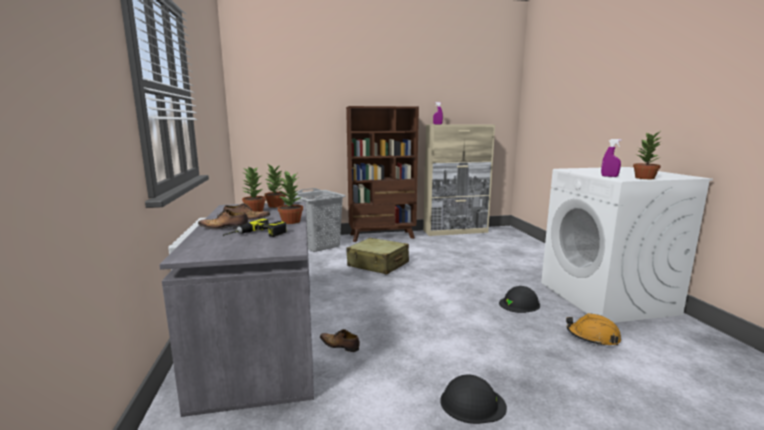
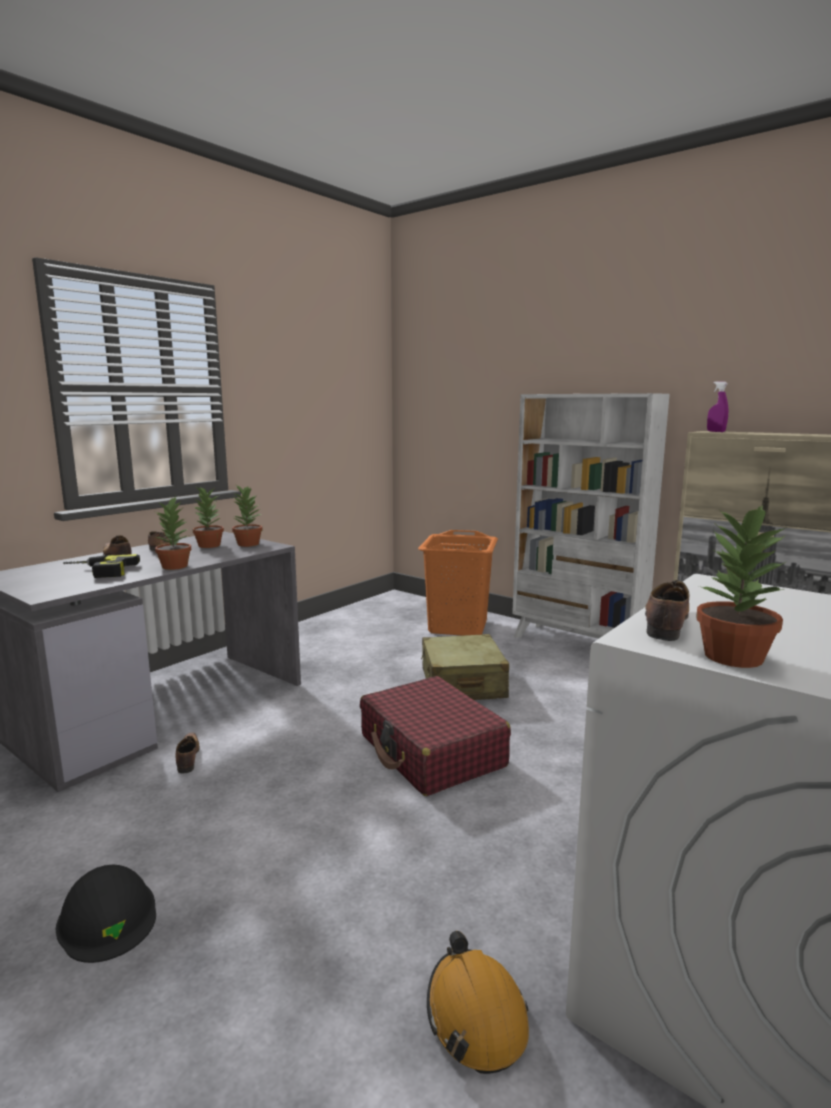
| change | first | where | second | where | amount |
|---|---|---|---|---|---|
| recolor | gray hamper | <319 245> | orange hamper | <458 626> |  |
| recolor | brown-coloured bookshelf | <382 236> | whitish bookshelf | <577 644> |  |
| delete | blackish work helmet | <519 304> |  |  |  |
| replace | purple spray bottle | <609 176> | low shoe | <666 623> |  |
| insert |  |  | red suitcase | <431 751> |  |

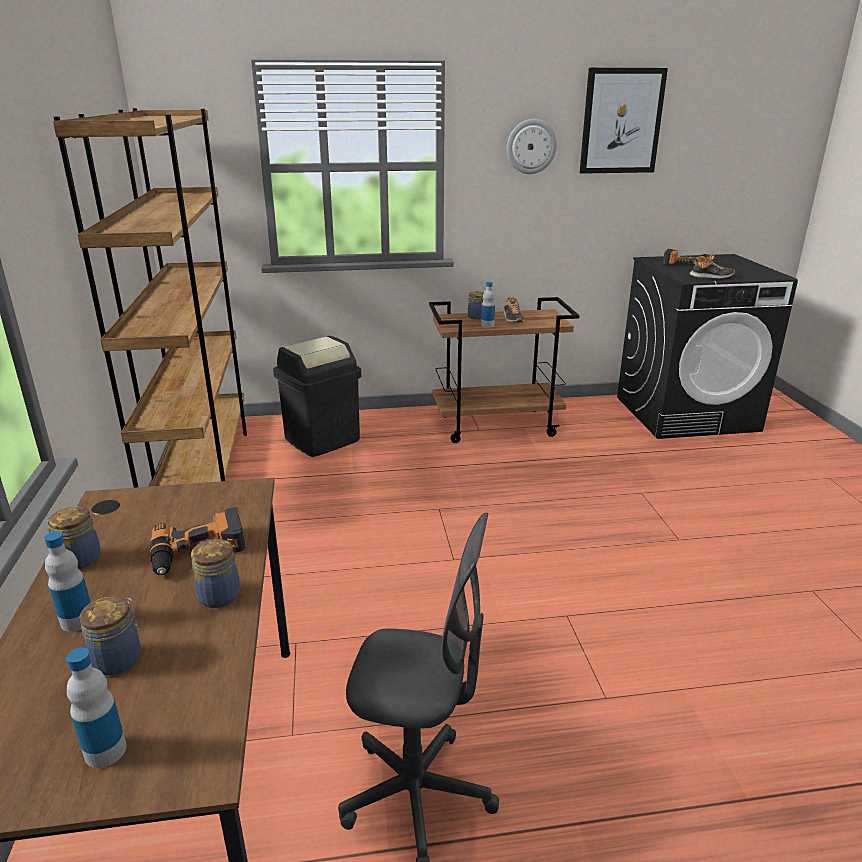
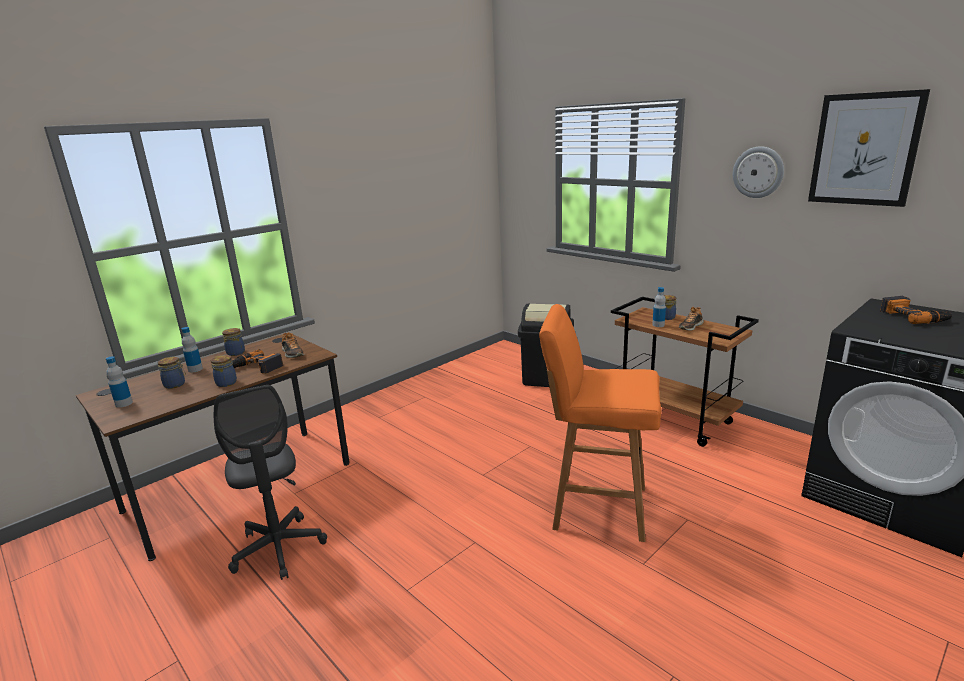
| change | first | where | second | where | amount |
|---|---|---|---|---|---|
| delete | brown-coloured bookshelf | <203 473> |  |  |  |
| move | low shoe | <711 277> |  | <292 353> |  |
| insert |  |  | orange sitting stool | <597 507> |  |

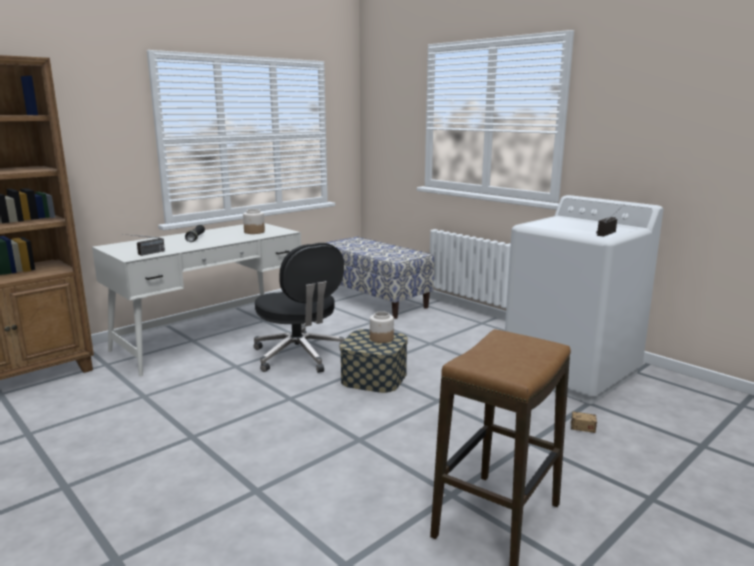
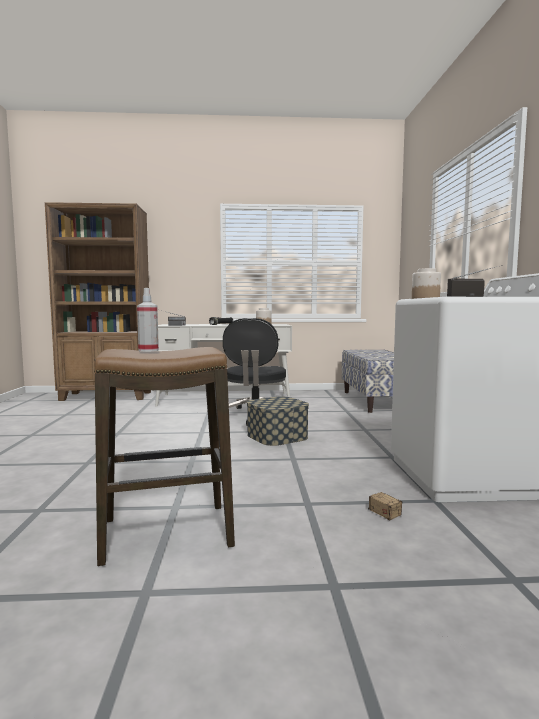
| change | first | where | second | where | amount |
|---|---|---|---|---|---|
| move | jar | <381 338> |  | <425 298> |  |
| insert |  |  | spray bottle | <148 350> |  |

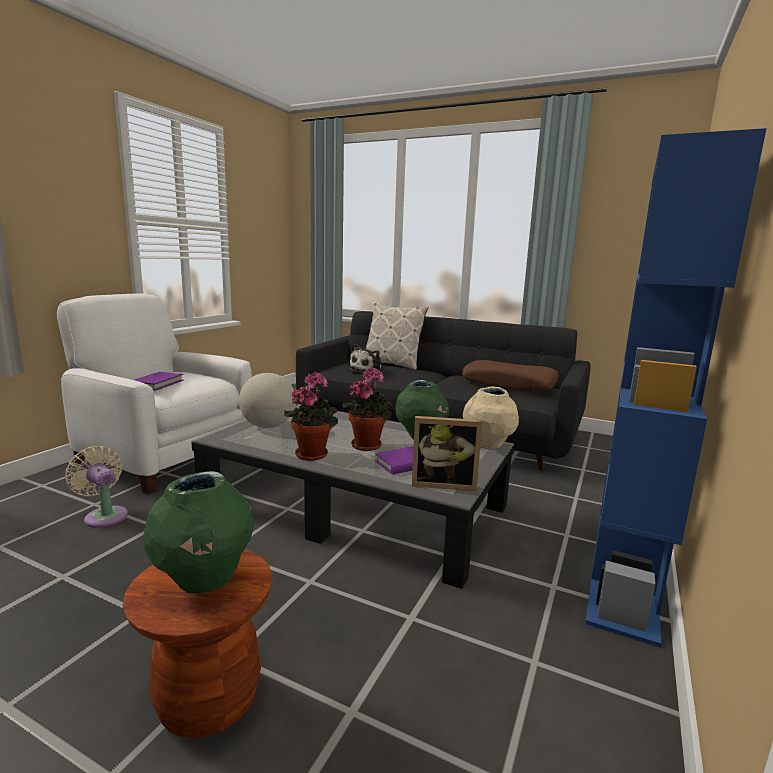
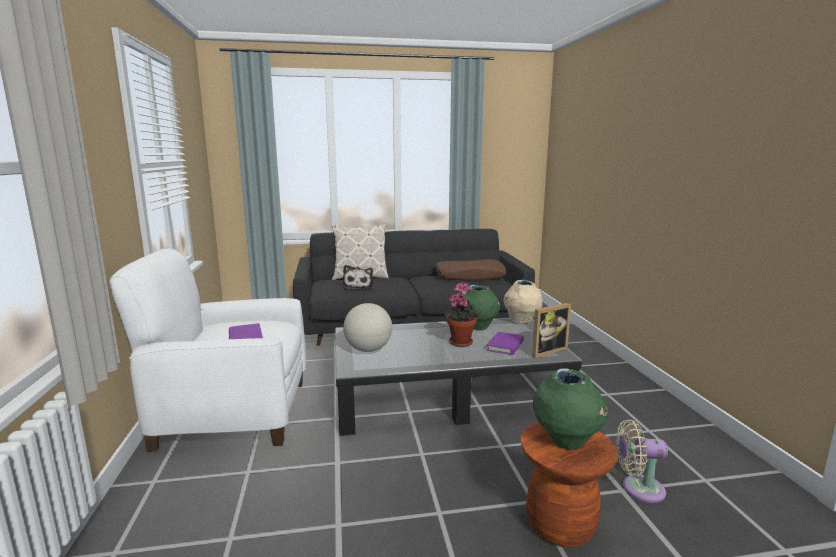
| change | first | where | second | where | amount |
|---|---|---|---|---|---|
| move | beige-coloured fan | <104 515> |  | <638 488> |  |
| delete | plant in a pot | <313 454> |  |  |  |
| delete | bluish bookshelf | <625 570> |  |  |  |

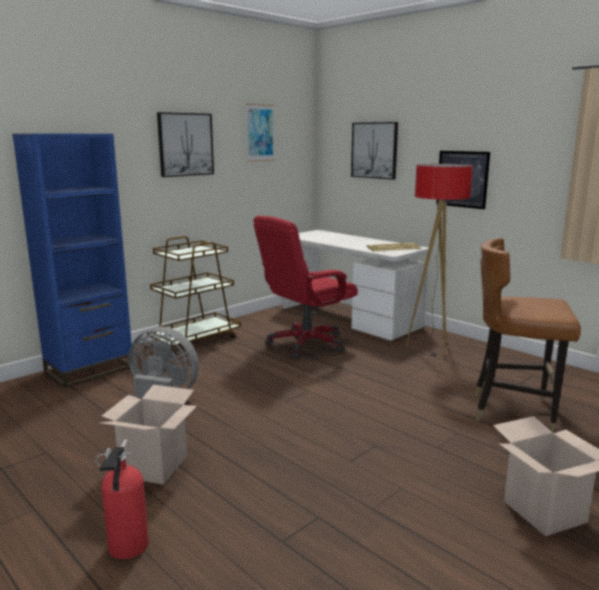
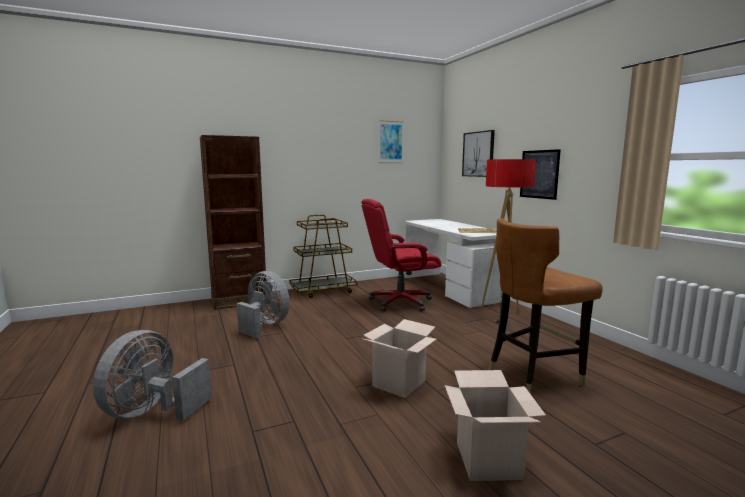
| change | first | where | second | where | amount |
|---|---|---|---|---|---|
| recolor | bluish bookshelf | <89 369> | brown-coloured bookshelf | <239 301> |  |
| replace | fire-fighting cylinder | <127 548> | gray fan | <152 412> |  |
| move | packing box | <154 466> |  | <399 383> |  |
| delete | wall art | <185 144> |  |  |  |
| rotate | brown-coloured plain chair | <514 412> |  | <533 375> | 60 degrees counterclockwise |

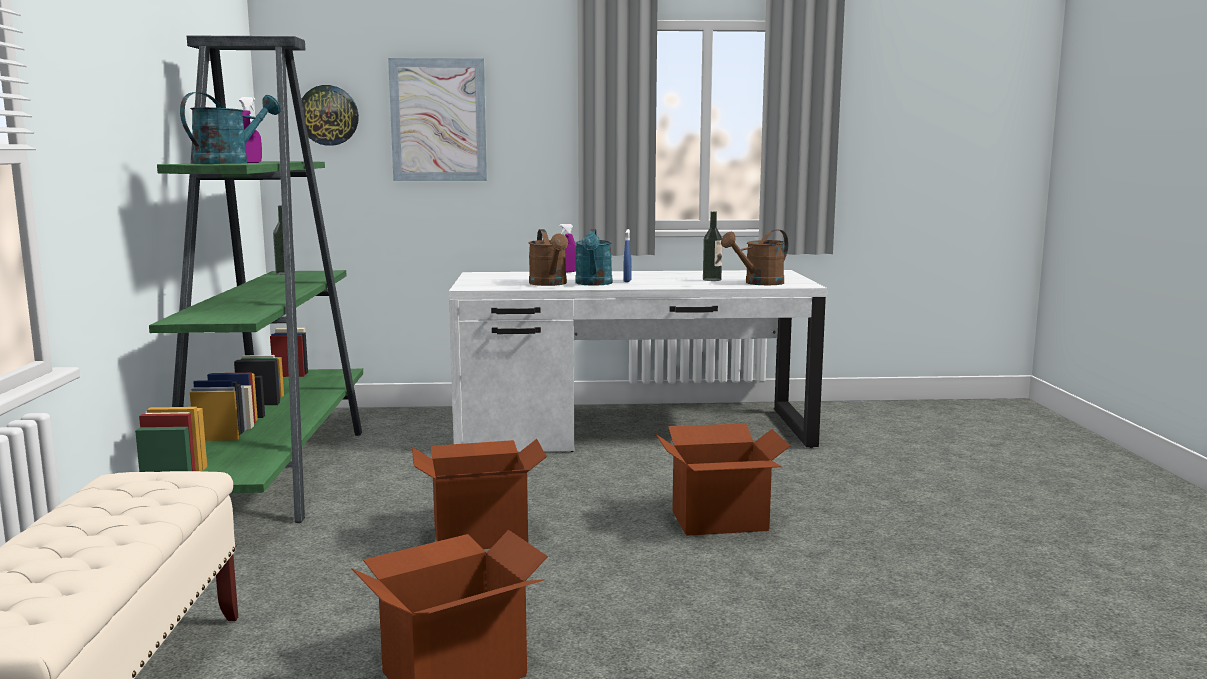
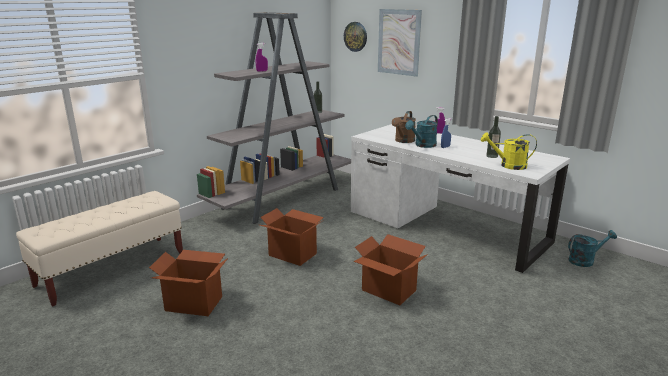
| change | first | where | second | where | amount |
|---|---|---|---|---|---|
| recolor | green-coloured bookshelf | <277 471> | gray bookshelf | <283 198> |  |
| move | turquoise-coloured watering pot | <229 163> |  | <585 260> |  |
| recolor | brown-coloured watering pot | <759 283> | yellowish watering pot | <508 165> |  |

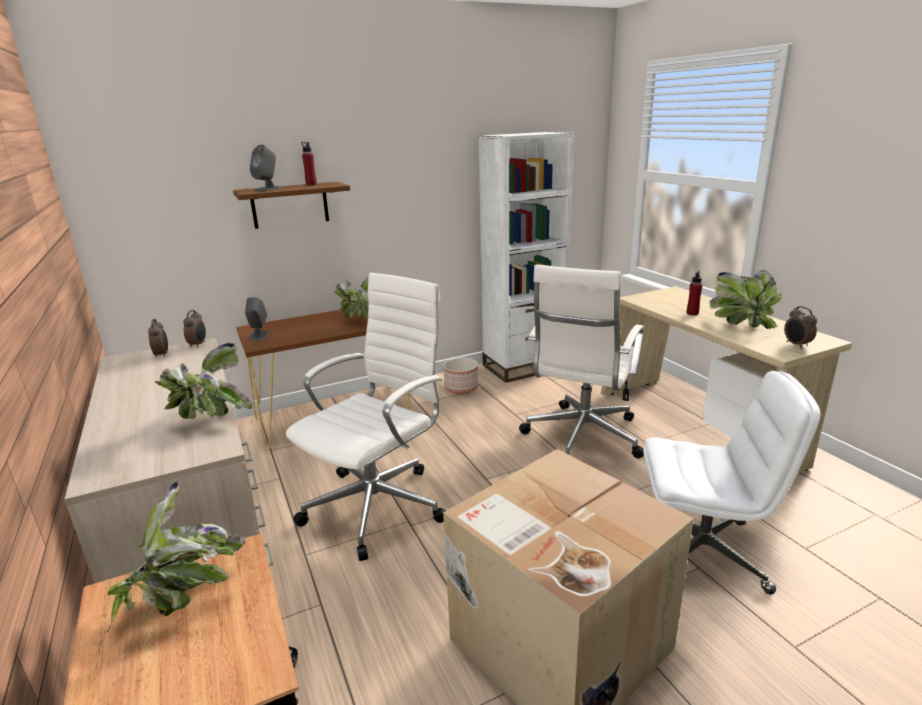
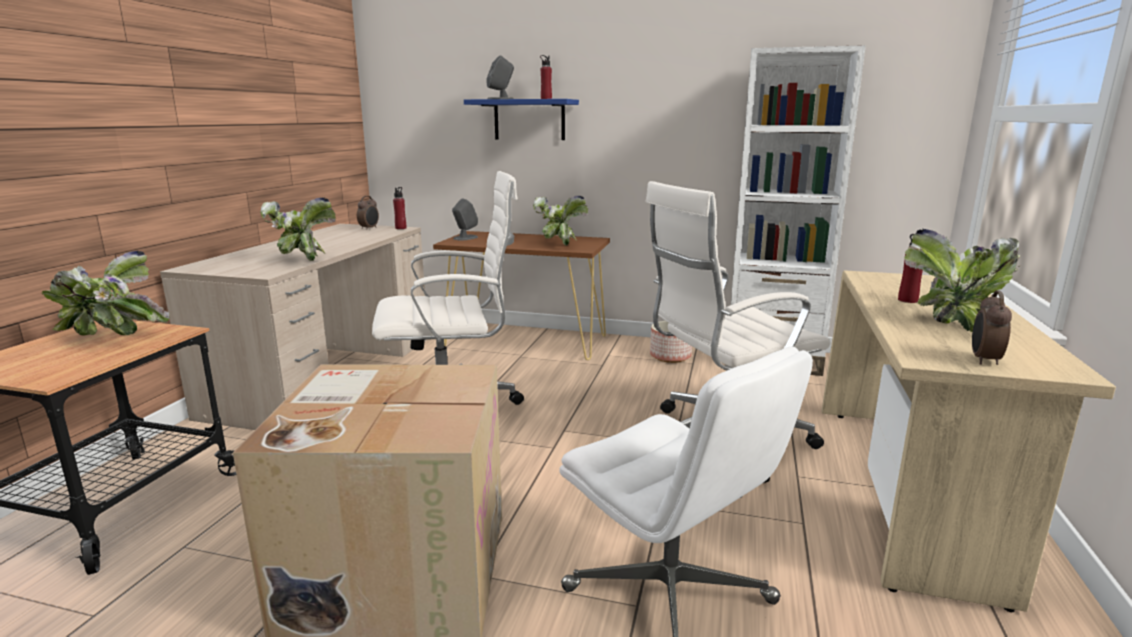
| change | first | where | second | where | amount |
|---|---|---|---|---|---|
| replace | table clock | <198 345> | red drink bottle | <401 228> |  |
| recolor | brown-coloured wall shelf | <290 205> | bluish wall shelf | <529 120> |  |

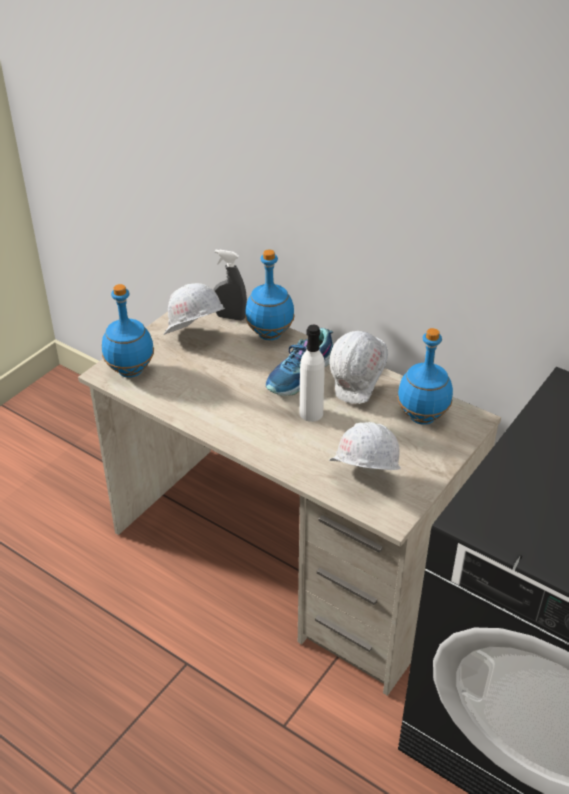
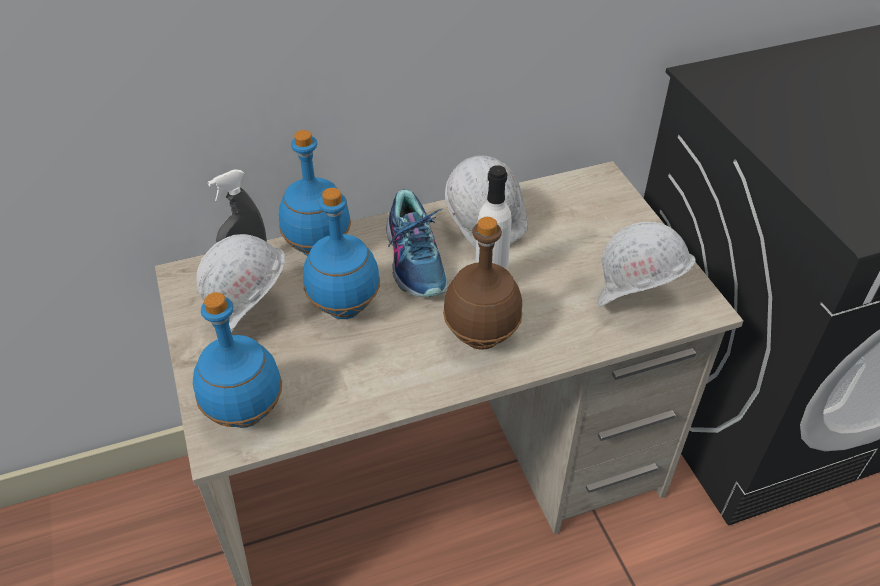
| change | first | where | second | where | amount |
|---|---|---|---|---|---|
| move | bluish drink bottle | <423 417> |  | <345 307> |  |
| insert |  |  | brown-coloured drink bottle | <481 336> |  |

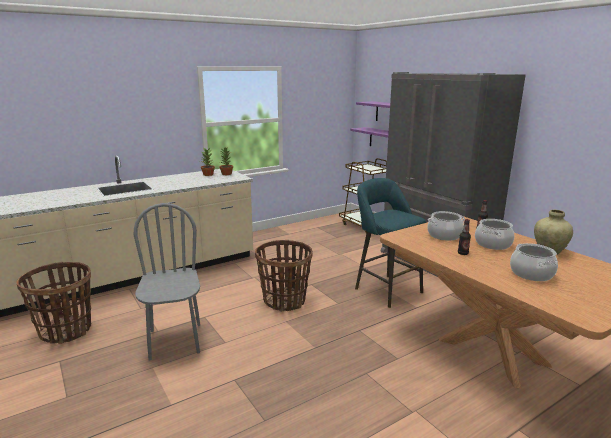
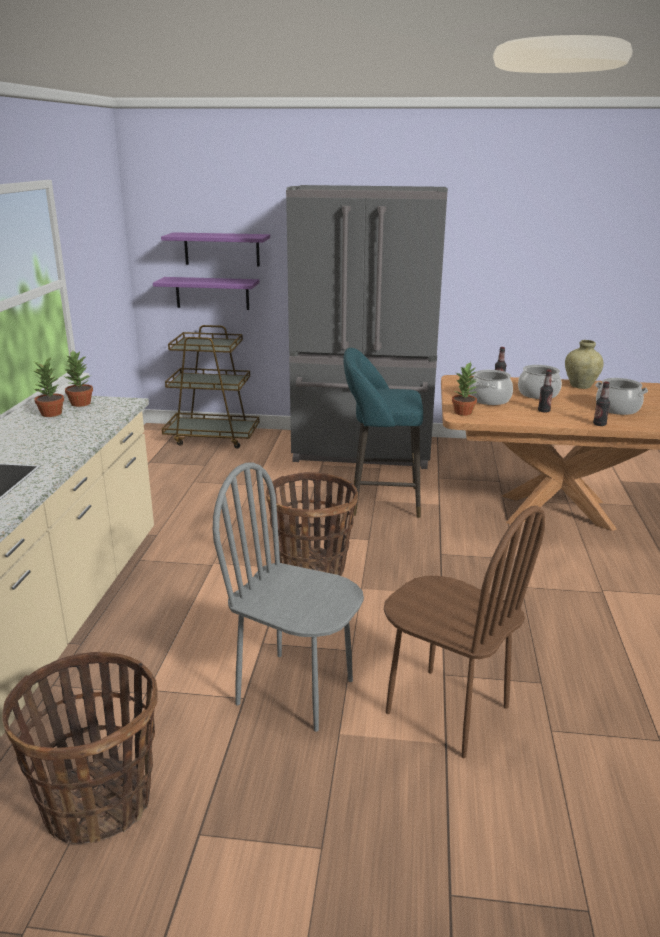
| change | first | where | second | where | amount |
|---|---|---|---|---|---|
| insert |  |  | brown-coloured plain chair | <446 710> |  |
| insert |  |  | plant in a pot | <463 412> |  |
| insert |  |  | drink bottle | <599 424> |  |

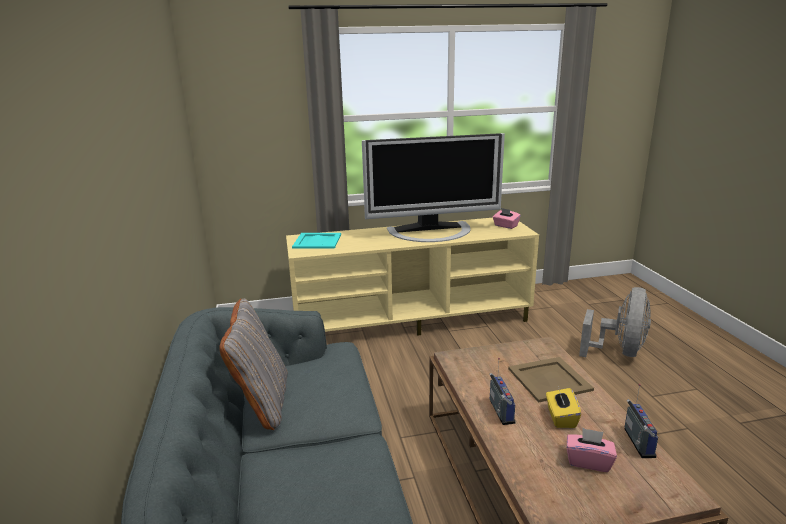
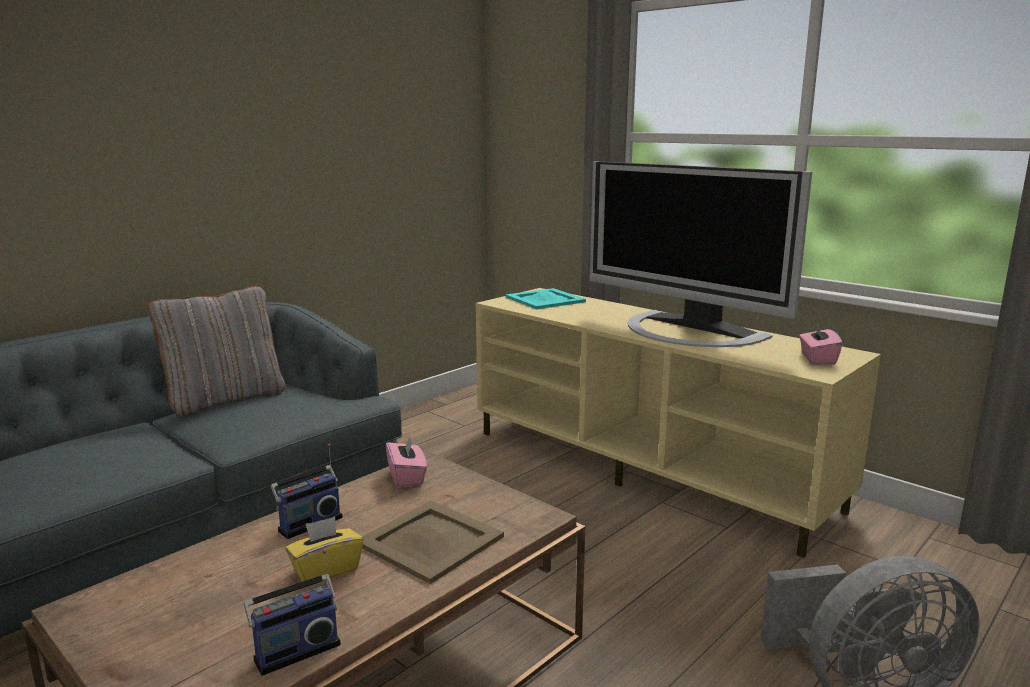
| change | first | where | second | where | amount |
|---|---|---|---|---|---|
| move | pink-coloured tissue holder | <588 461> |  | <407 477> |  |

